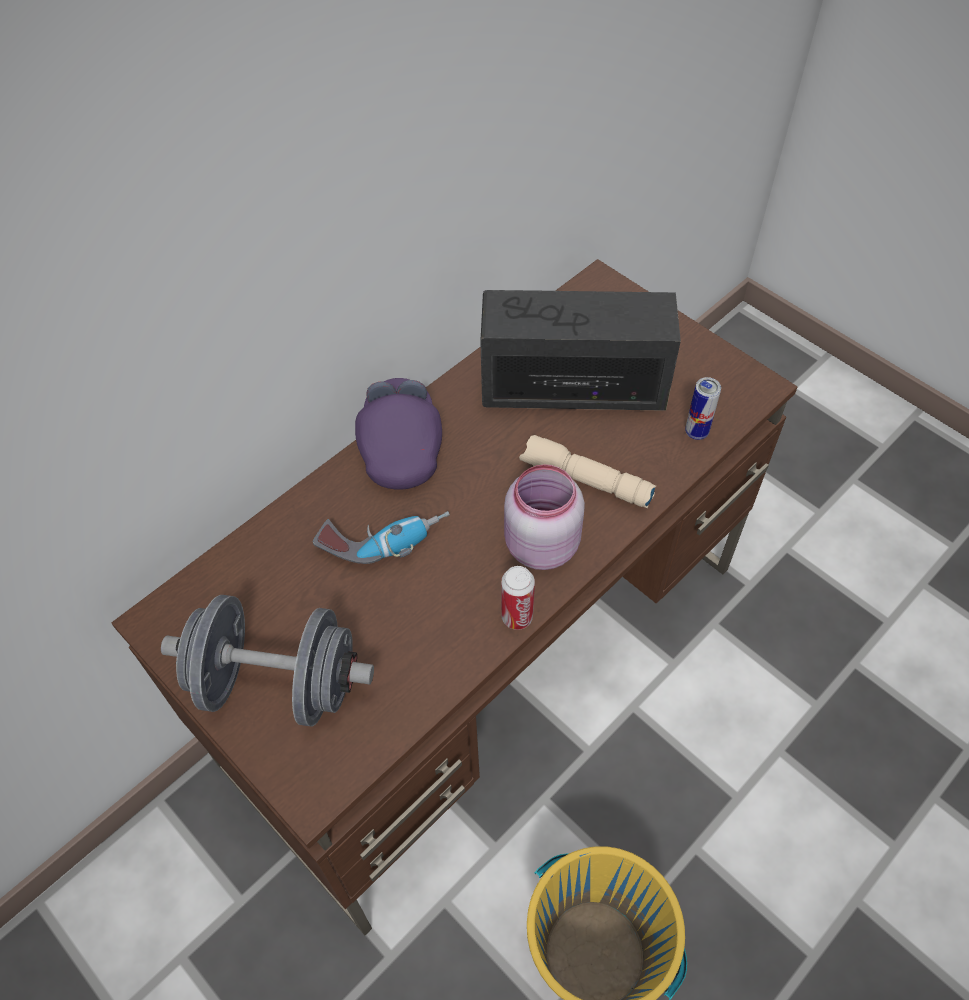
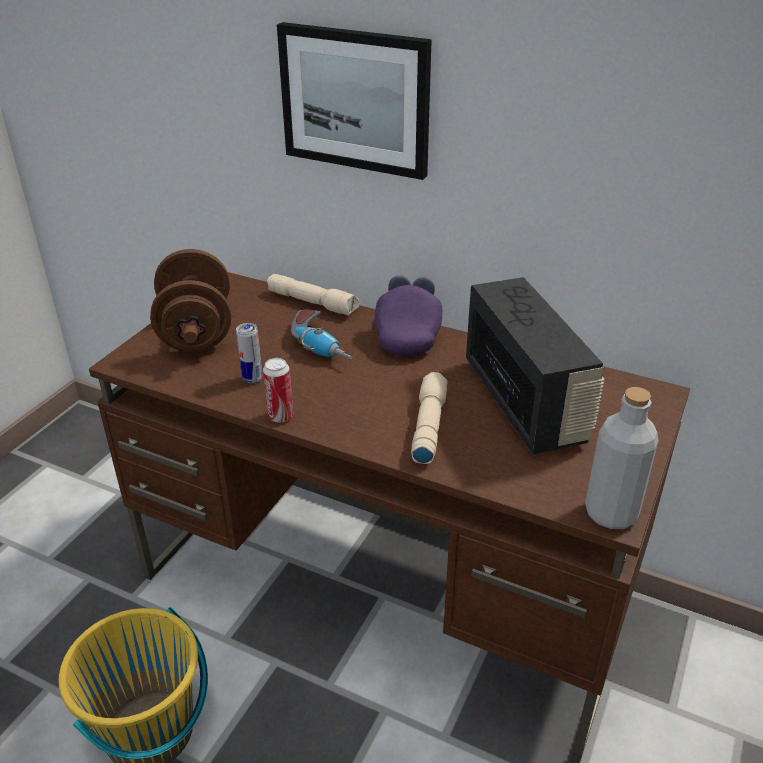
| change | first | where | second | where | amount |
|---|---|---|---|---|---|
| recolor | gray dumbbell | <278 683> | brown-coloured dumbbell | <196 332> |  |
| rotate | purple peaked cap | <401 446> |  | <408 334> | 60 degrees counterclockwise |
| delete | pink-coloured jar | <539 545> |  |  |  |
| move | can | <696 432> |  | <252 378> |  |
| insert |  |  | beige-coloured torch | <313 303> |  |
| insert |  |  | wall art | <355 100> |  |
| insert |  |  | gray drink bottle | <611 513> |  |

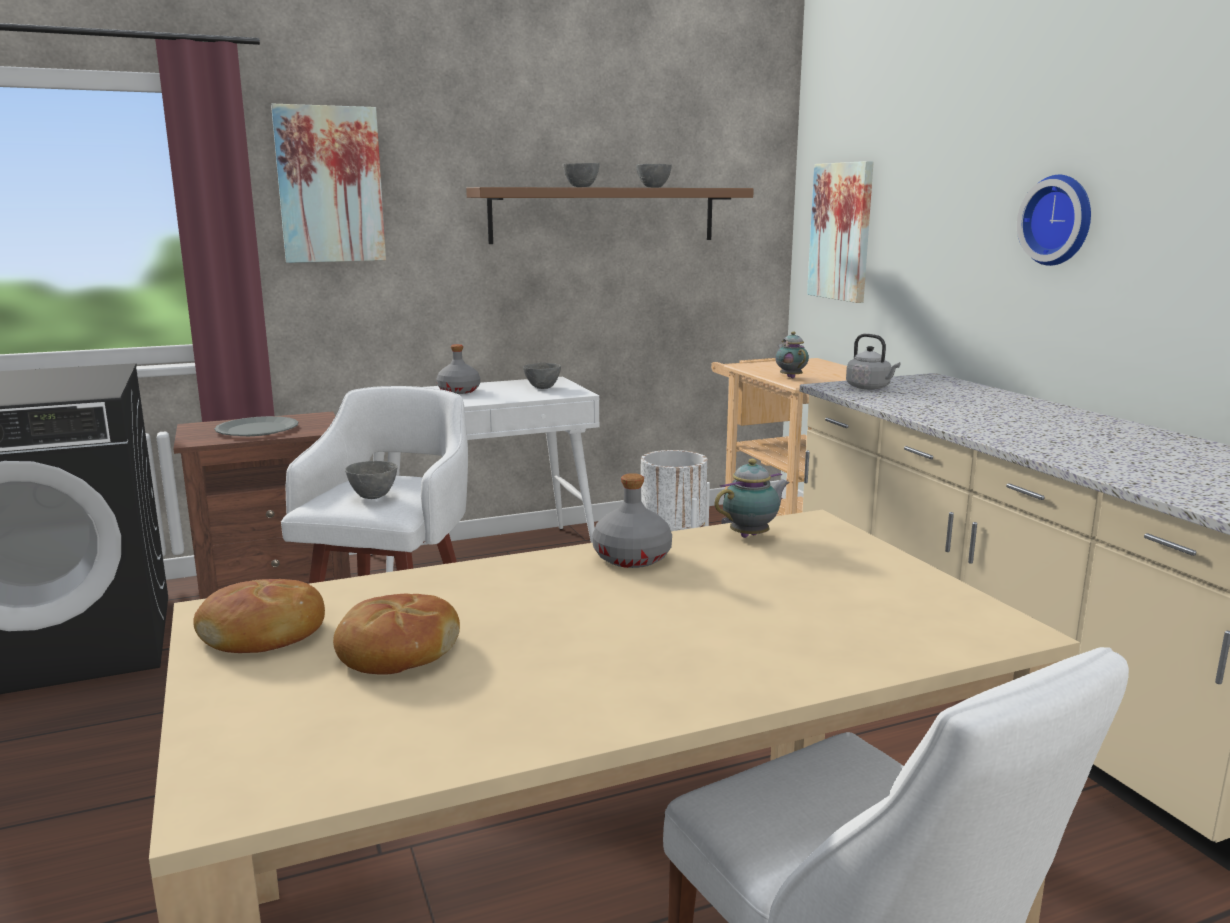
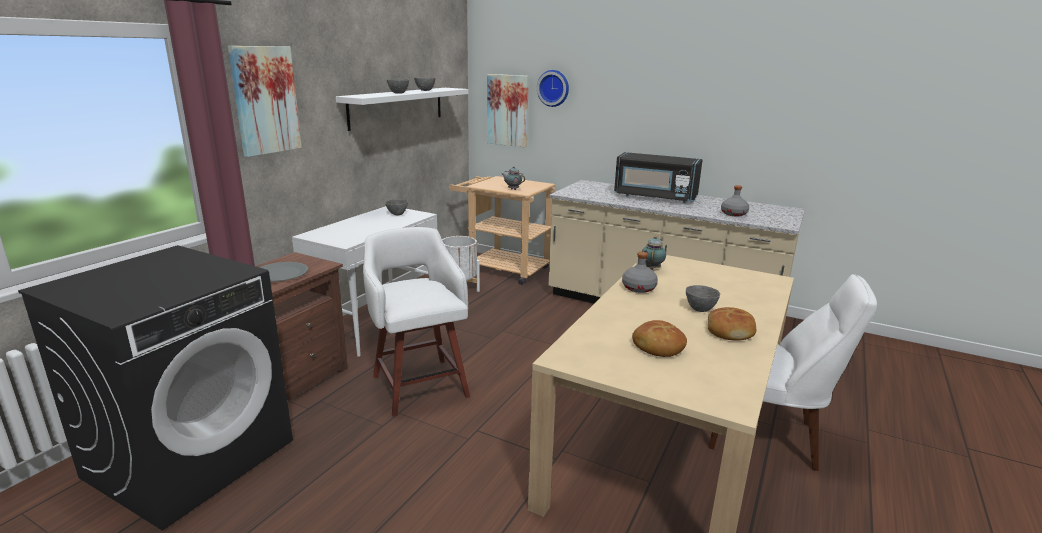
| change | first | where | second | where | amount |
|---|---|---|---|---|---|
| move | bread | <264 634> |  | <730 331> |  |
| move | gray bowl | <372 496> |  | <699 309> |  |
| move | gray drink bottle | <458 391> |  | <734 214> |  |
| recolor | brown-coloured wall shelf | <604 215> | whitish wall shelf | <397 107> |  |
| delete | gray tea kettle | <870 388> |  |  |  |
| move | clock on the wall | <1059 220> |  | <554 88> |  |
| insert |  |  | blackish microwave oven | <654 197> |  |

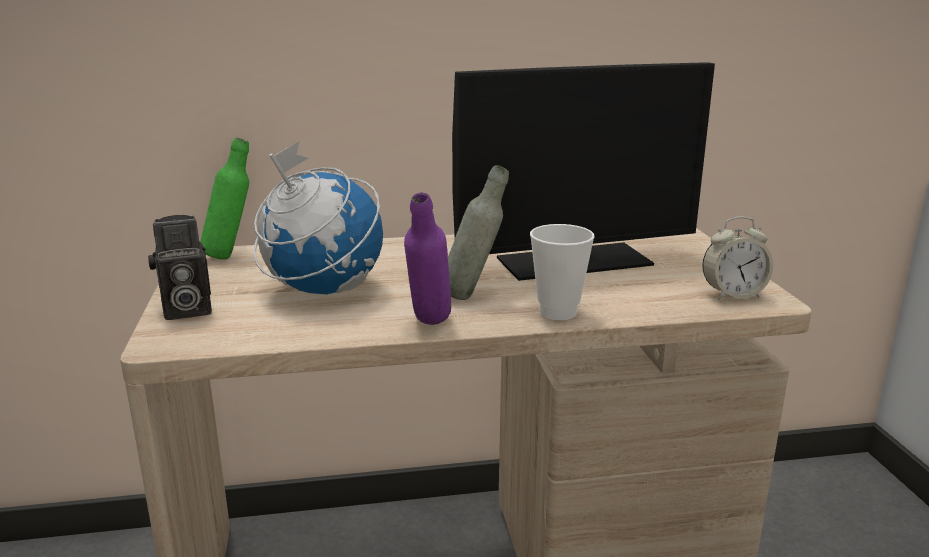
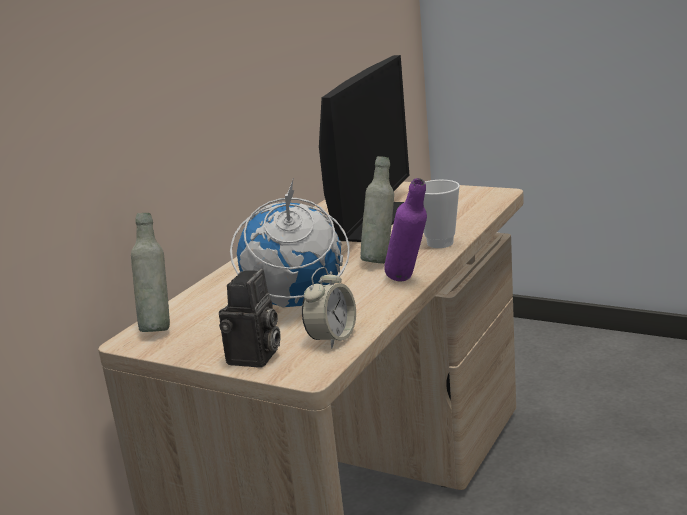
| change | first | where | second | where | amount |
|---|---|---|---|---|---|
| recolor | green-coloured drink bottle | <231 256> | gray drink bottle | <158 327> |  |
| move | table clock | <733 295> |  | <332 338> |  |

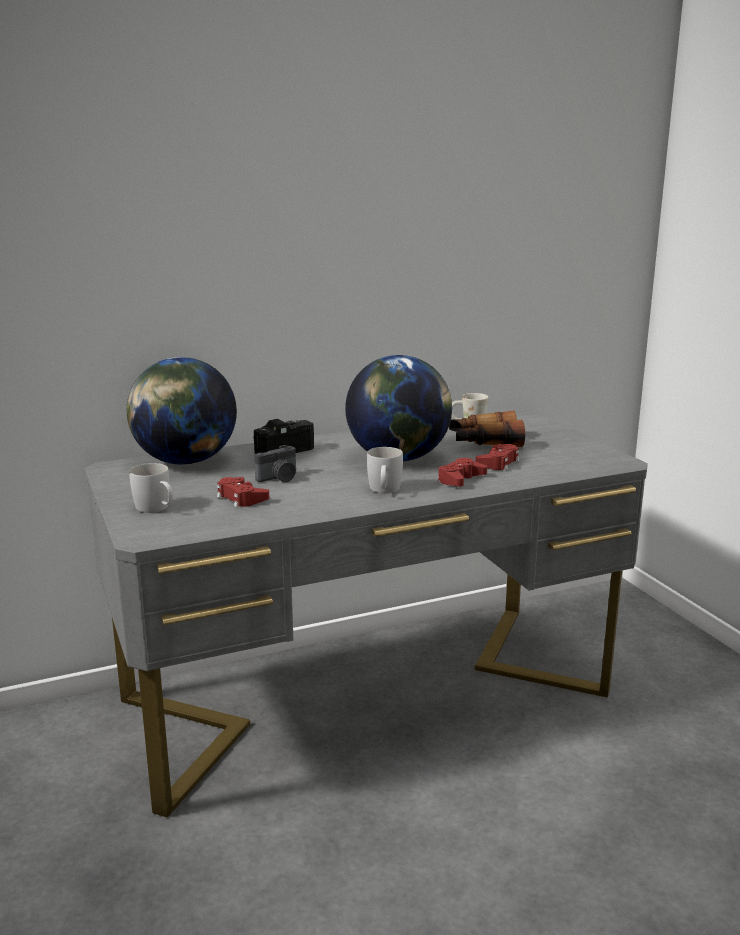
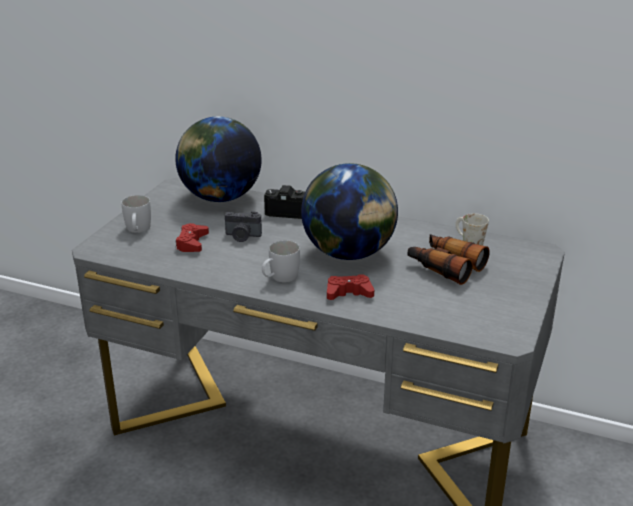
| change | first | where | second | where | amount |
|---|---|---|---|---|---|
| delete | red game controller | <498 463> |  |  |  |

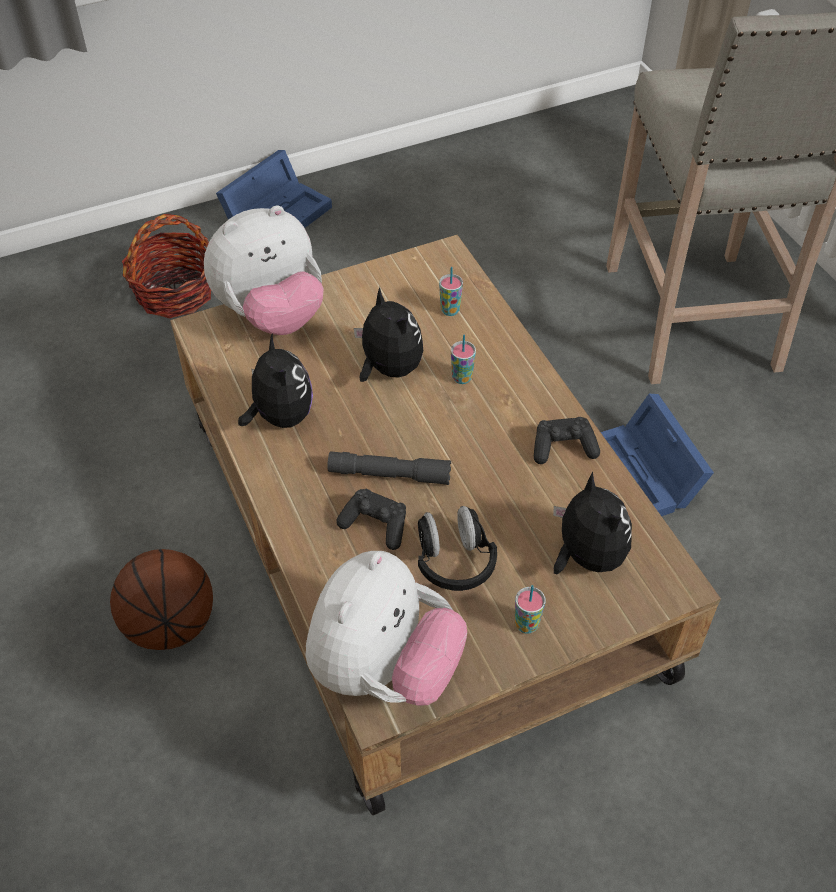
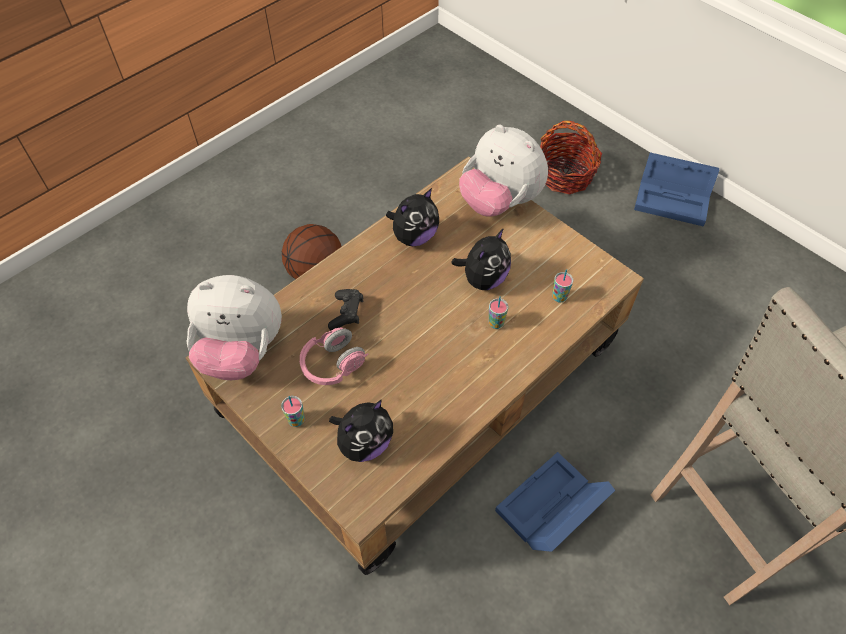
| change | first | where | second | where | amount |
|---|---|---|---|---|---|
| delete | gray torch | <389 474> |  |  |  |
| recolor | blackish headphones | <454 561> | pink-coloured headphones | <333 365> |  |
| delete | blackish game controller | <563 448> |  |  |  |

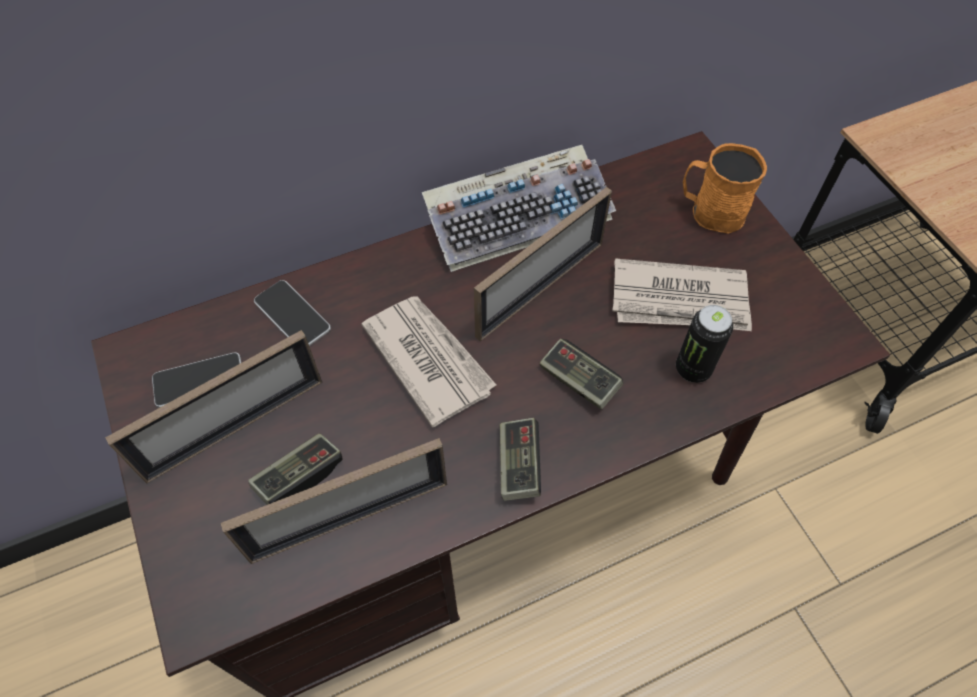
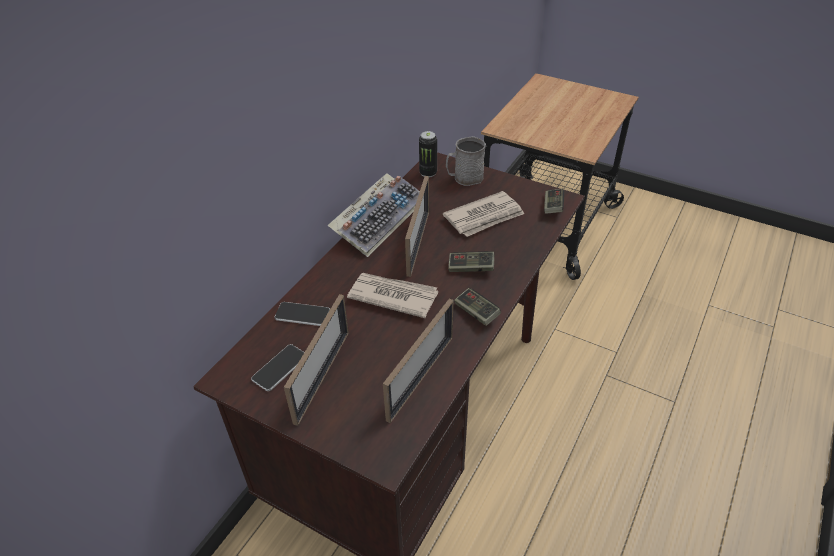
| change | first | where | second | where | amount |
|---|---|---|---|---|---|
| move | game controller | <299 475> |  | <552 207> |  |
| move | can | <693 369> |  | <428 173> |  |
| recolor | orange coffee mug | <710 211> | gray coffee mug | <464 178> |  |

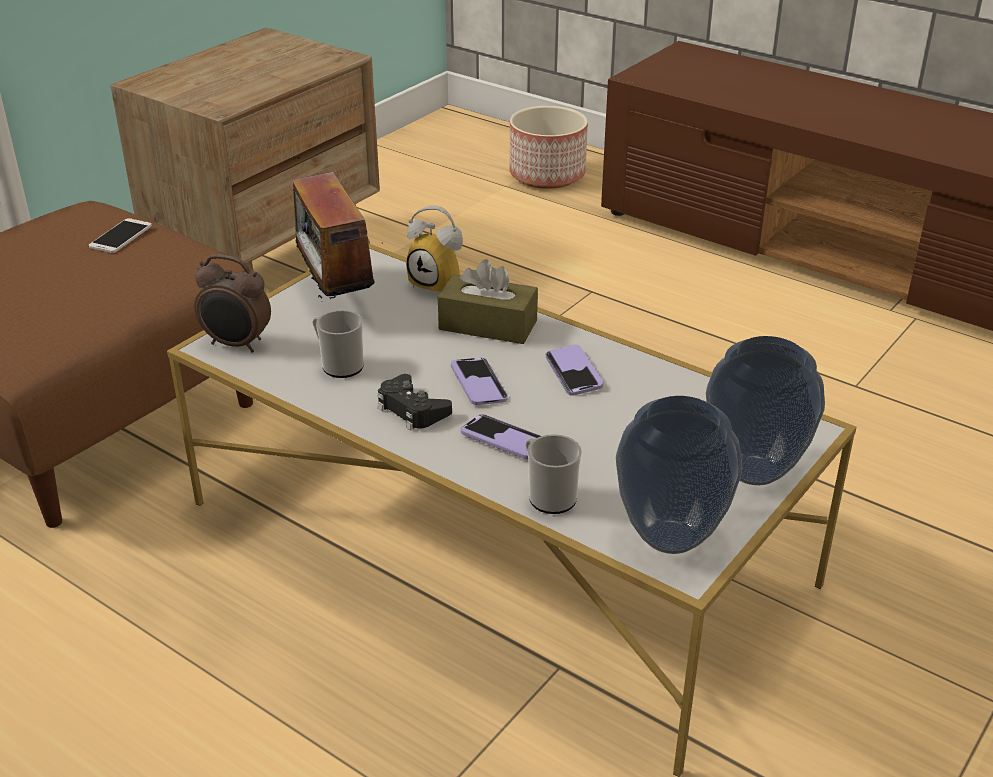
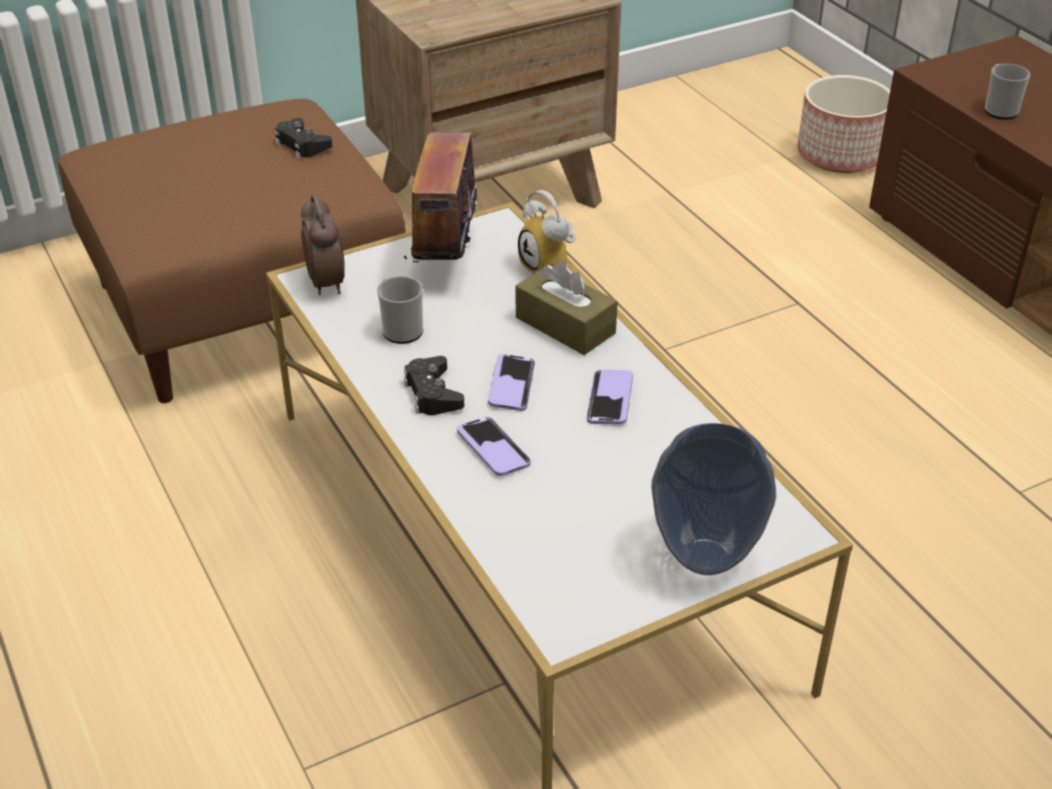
| change | first | where | second | where | amount |
|---|---|---|---|---|---|
| replace | handset | <121 236> | blackish game controller | <302 145> |  |
| rotate | table clock | <237 344> |  | <327 283> | 150 degrees counterclockwise |
| move | coffee mug | <548 496> |  | <999 109> |  |
| delete | decorative vase | <672 538> |  |  |  |

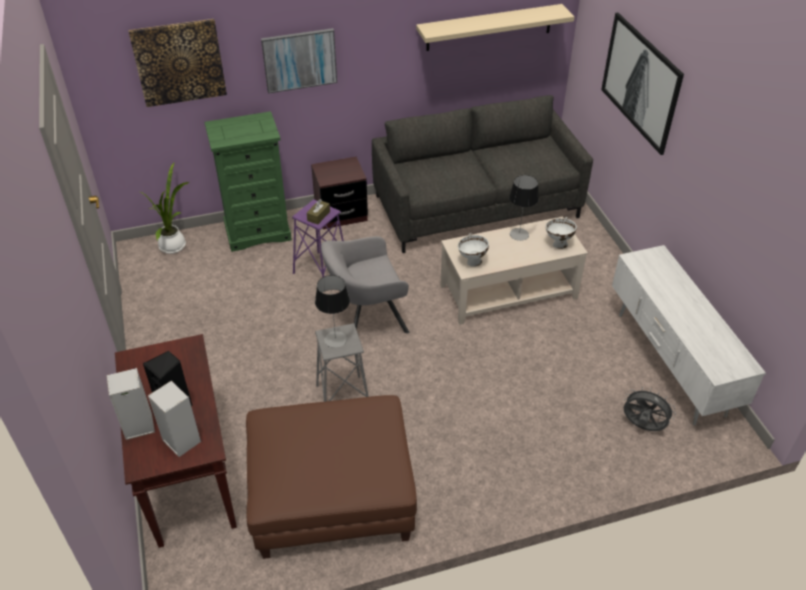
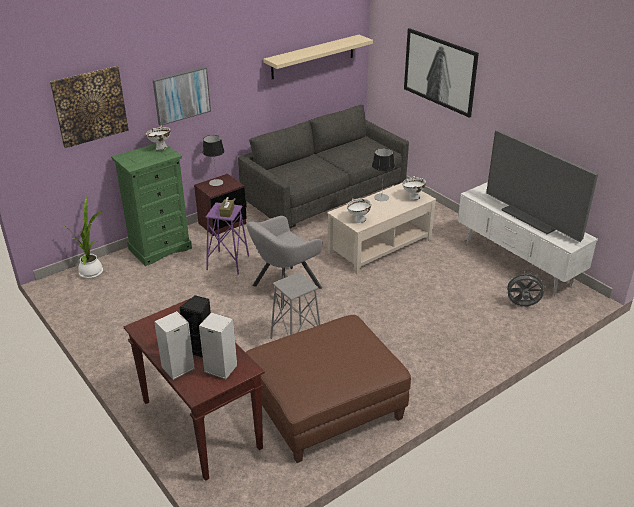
| change | first | where | second | where | amount |
|---|---|---|---|---|---|
| move | tabletop lamp | <335 339> |  | <216 182> |  |
| insert |  |  | whitish bowl | <160 148> |  |
| insert |  |  | TV | <533 217> |  |

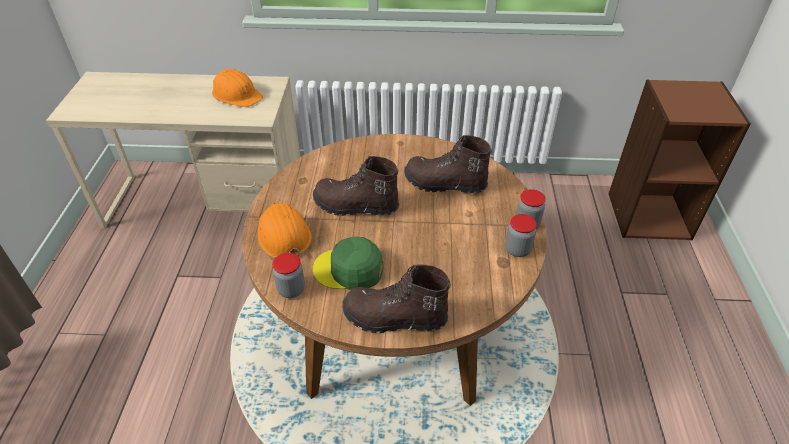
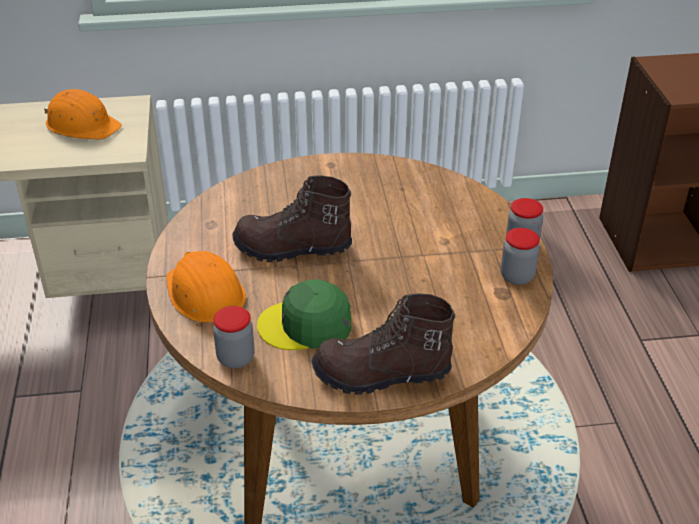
| change | first | where | second | where | amount |
|---|---|---|---|---|---|
| delete | brown-coloured tall boot | <444 184> |  |  |  |

